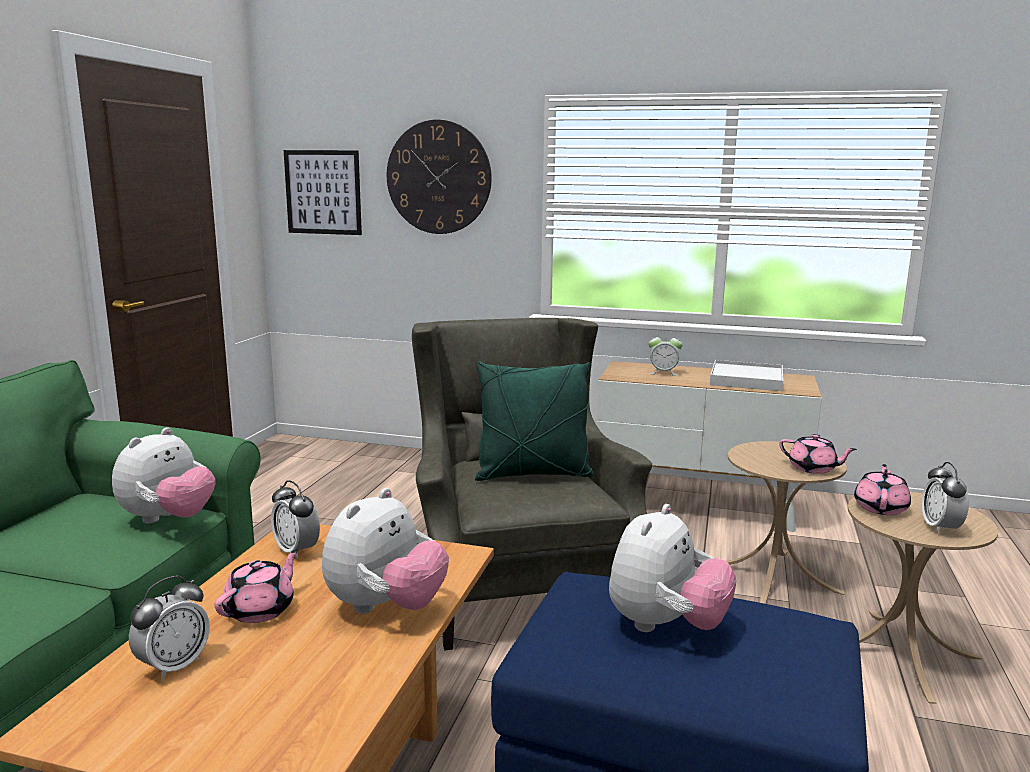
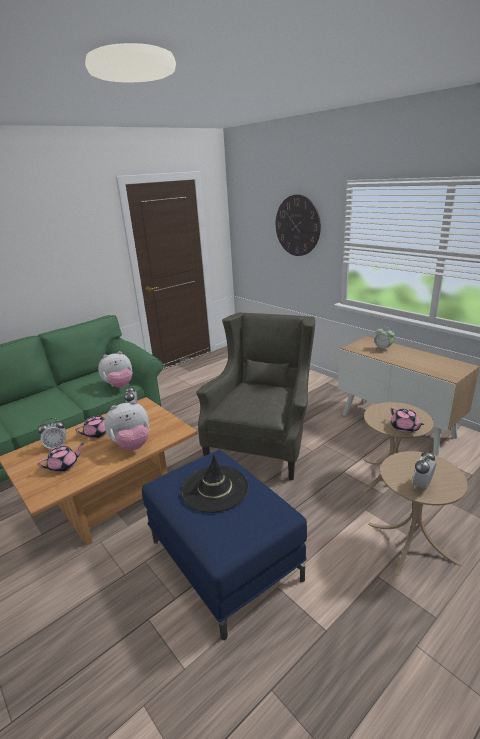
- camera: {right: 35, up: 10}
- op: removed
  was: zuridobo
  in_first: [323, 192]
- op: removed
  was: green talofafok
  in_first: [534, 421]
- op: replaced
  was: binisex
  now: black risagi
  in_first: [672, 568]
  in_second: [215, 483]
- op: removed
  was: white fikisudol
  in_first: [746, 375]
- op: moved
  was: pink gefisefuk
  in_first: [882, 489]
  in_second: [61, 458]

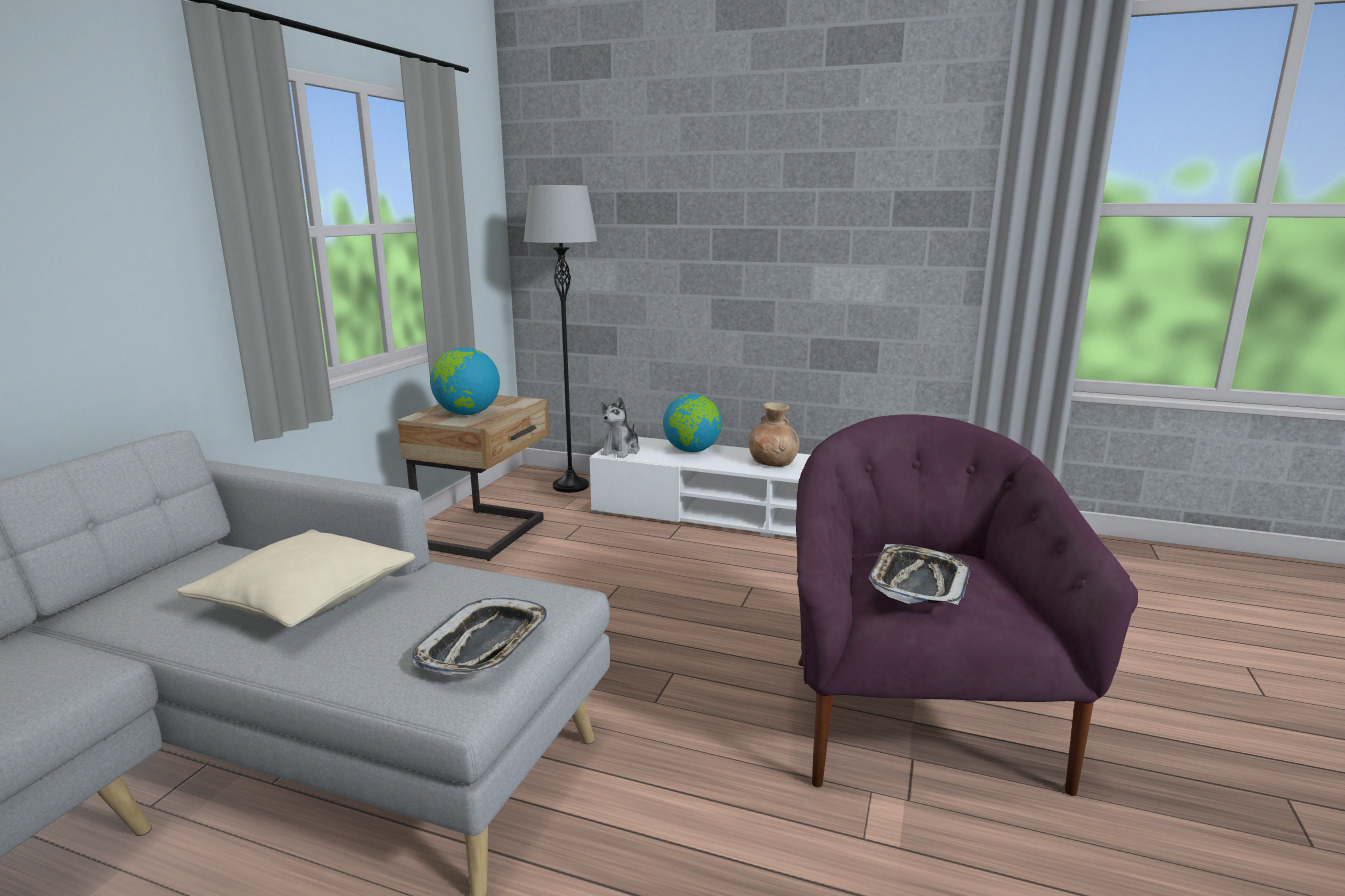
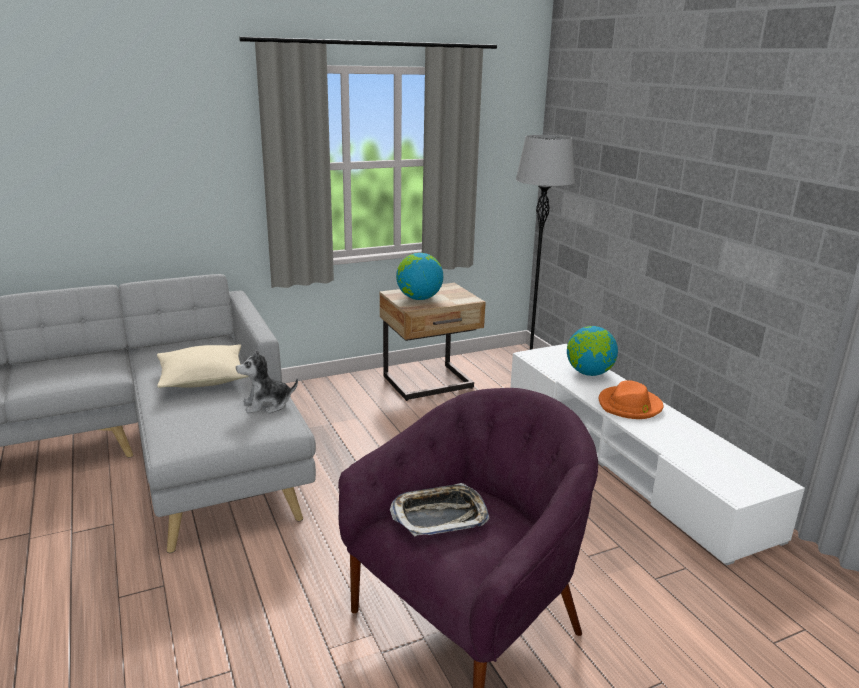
- camera: {right: 45, up: 5}
- op: removed
  was: fikisudol
  in_first: [480, 636]
- op: moved
  was: binisex
  in_first: [620, 427]
  in_second: [267, 382]
- op: replaced
  was: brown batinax
  now: orange risagi
  in_first: [774, 434]
  in_second: [631, 399]

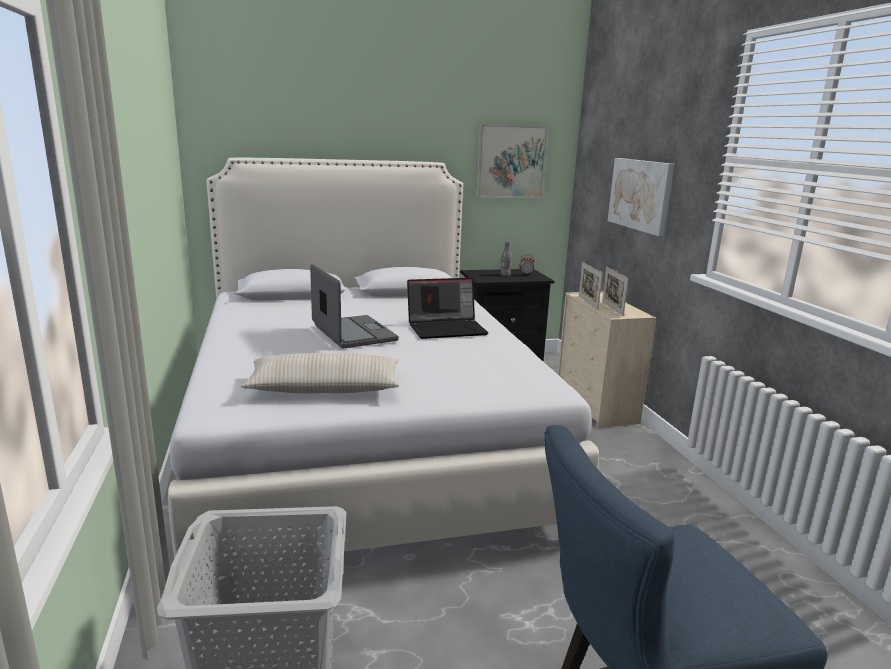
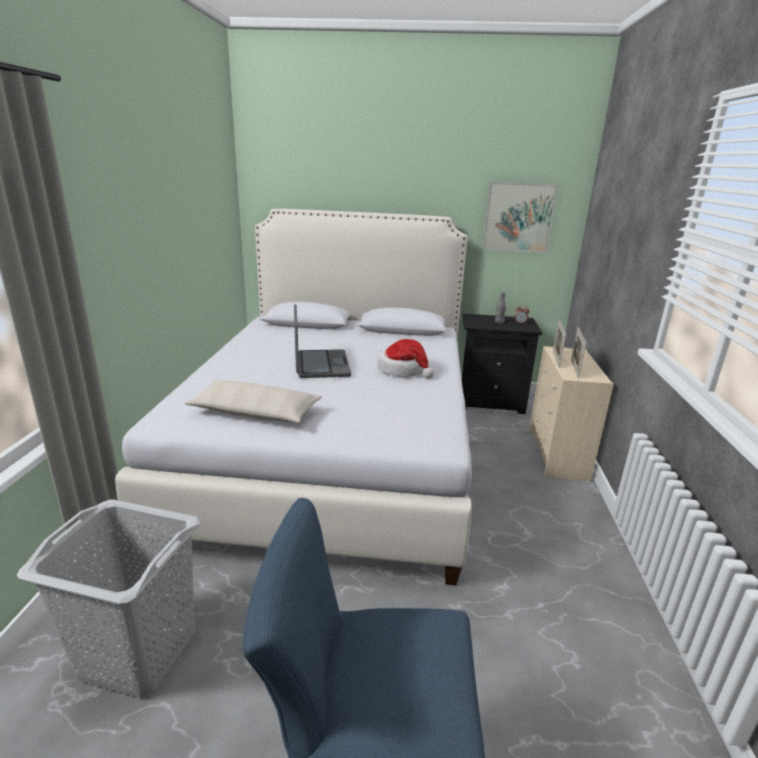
- camera: {right: 20, up: 5}
- op: replaced
  was: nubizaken
  now: risagi
  in_first: [447, 308]
  in_second: [405, 359]
- op: removed
  was: zuridobo
  in_first: [641, 197]

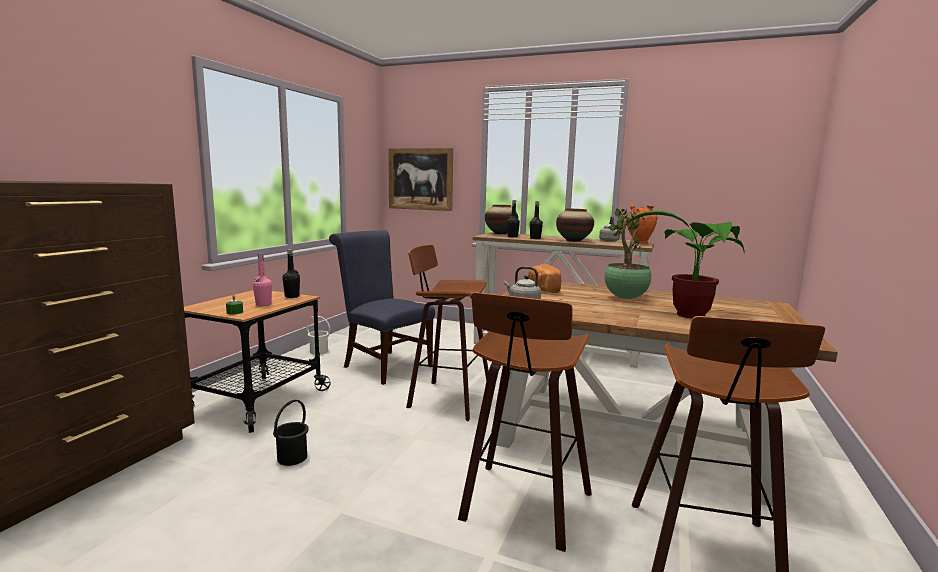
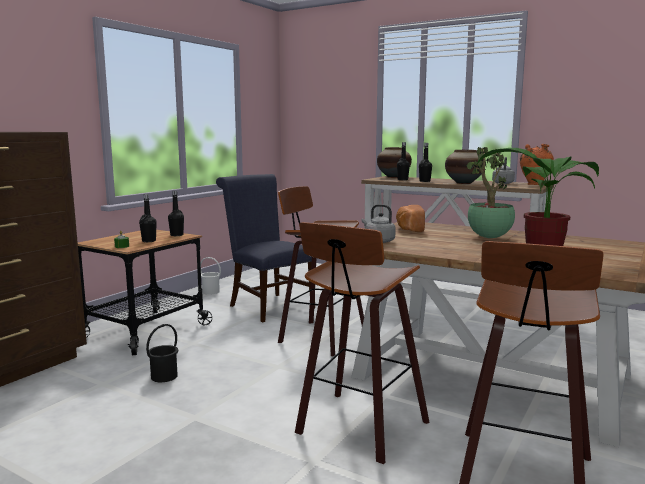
- camera: {right: 10, up: 0}
- op: recoloured
  was: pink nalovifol
  now: black nalovifol
  in_first: [262, 279]
  in_second: [147, 218]
- op: removed
  was: zuridobo
  in_first: [420, 179]

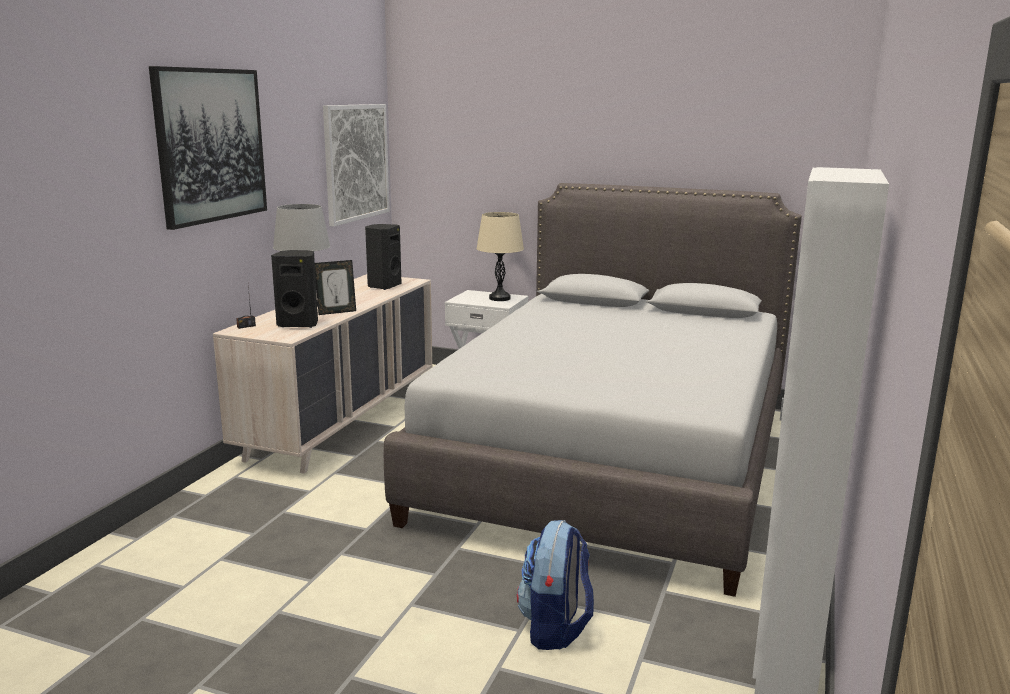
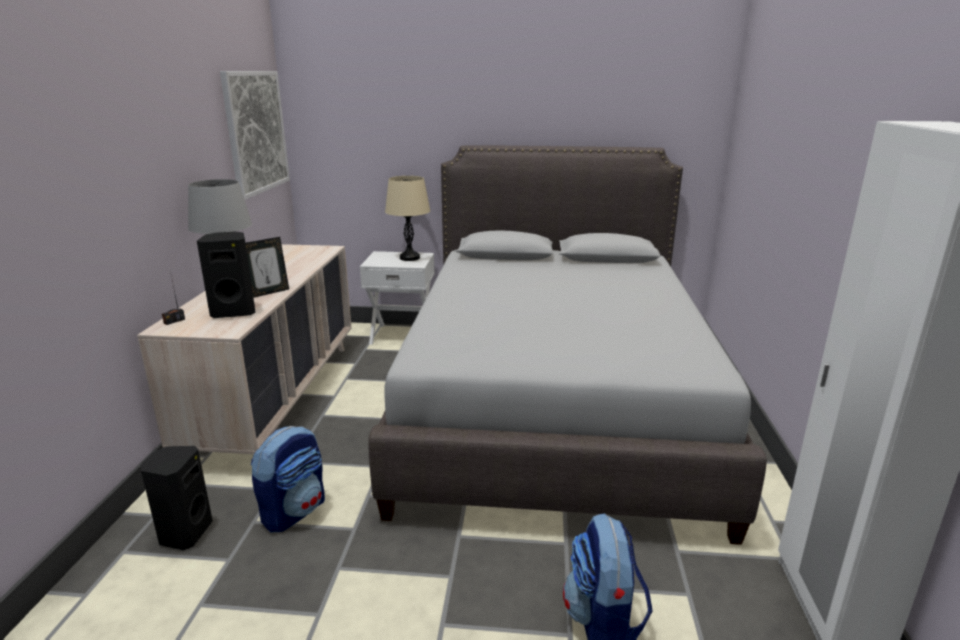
- camera: {right: -15, up: 5}
- op: removed
  was: zuridobo
  in_first: [208, 148]
- op: moved
  was: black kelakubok
  in_first: [383, 257]
  in_second: [177, 498]
- op: added
  now: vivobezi
  in_second: [288, 479]

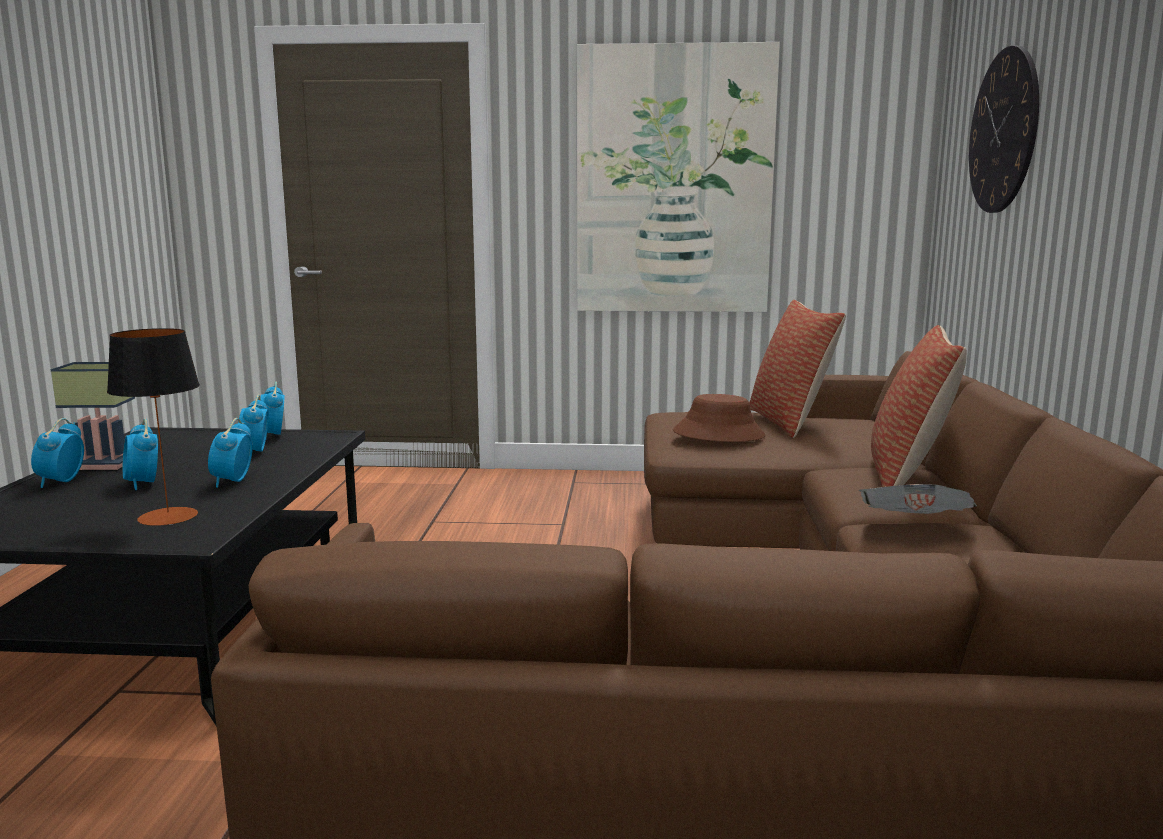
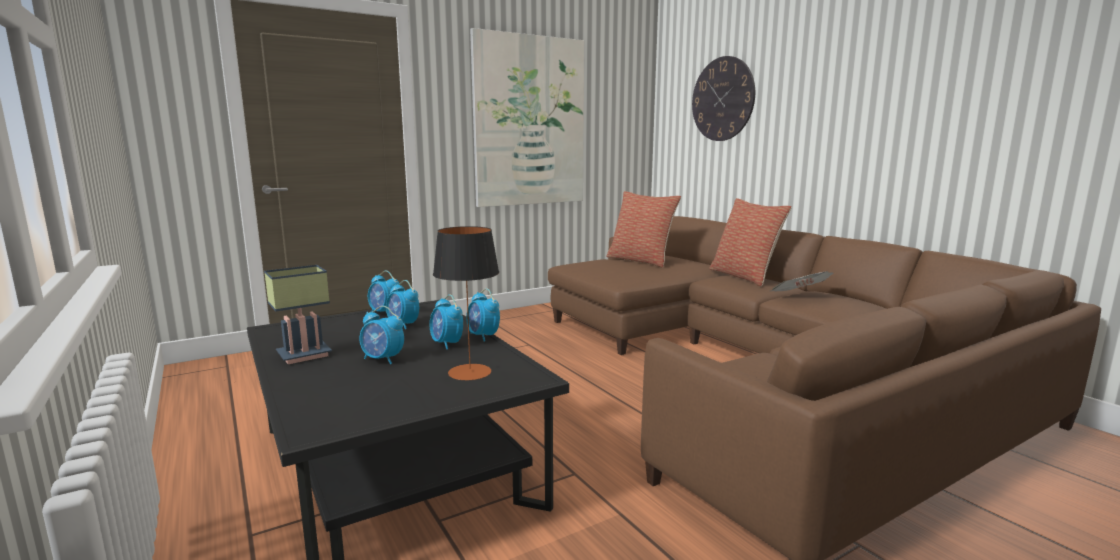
- camera: {right: -35, up: 0}
- op: moved
  was: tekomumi
  in_first: [57, 453]
  in_second: [483, 314]
- op: removed
  was: brown risagi
  in_first: [719, 418]

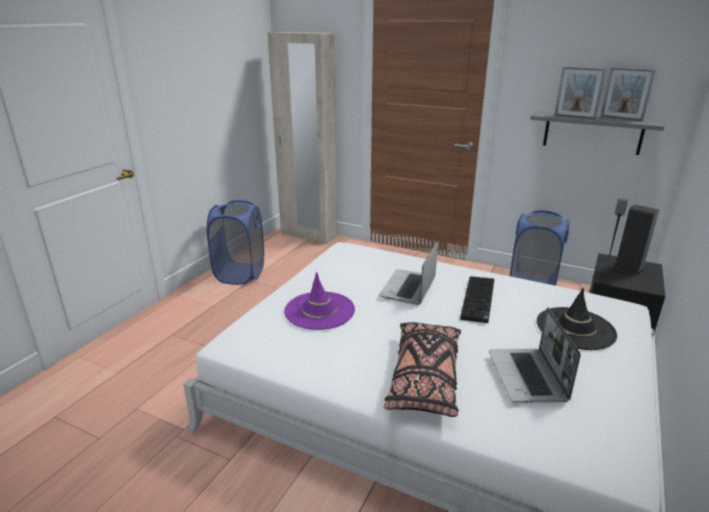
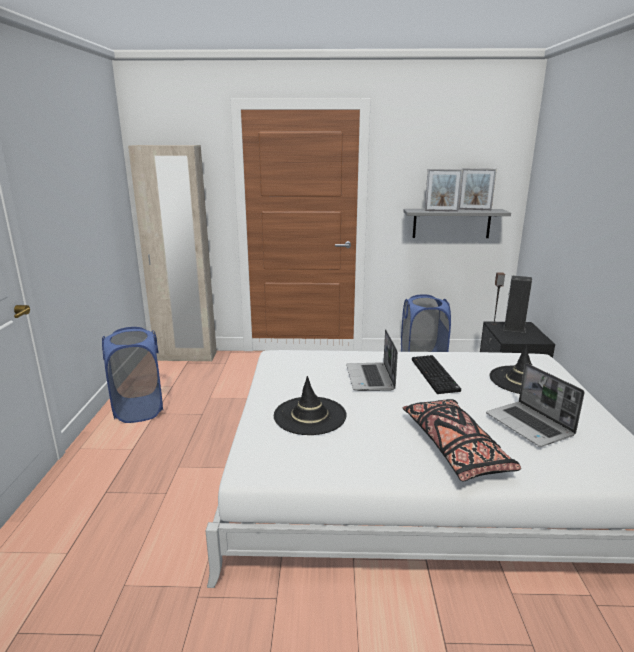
- camera: {right: -25, up: -5}
- op: recoloured
  was: purple risagi
  now: black risagi
  in_first: [319, 301]
  in_second: [310, 405]

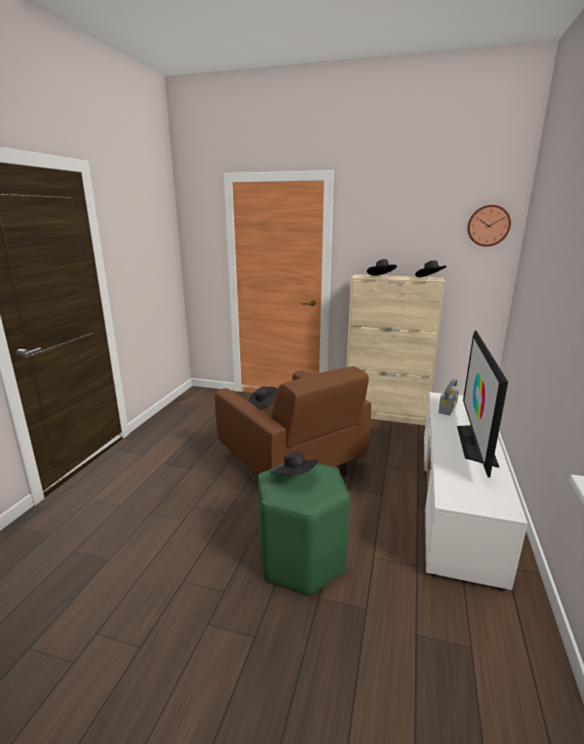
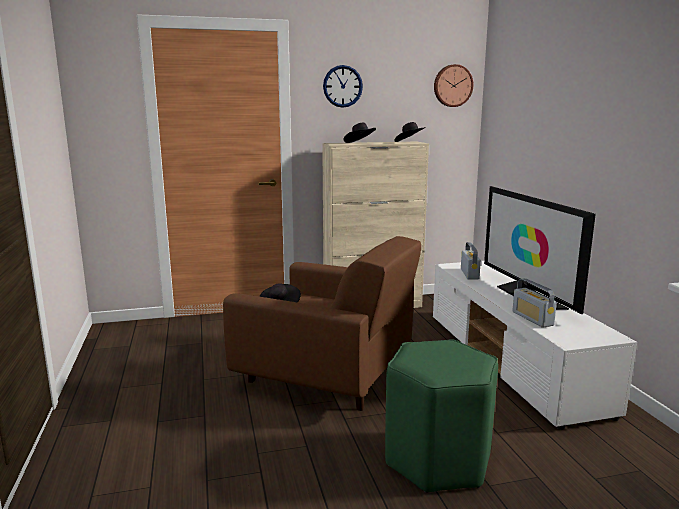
- camera: {right: -30, up: -5}
- op: removed
  was: black risagi
  in_first: [294, 463]
- op: added
  now: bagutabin
  in_second: [343, 86]
- op: added
  now: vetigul
  in_second: [534, 303]

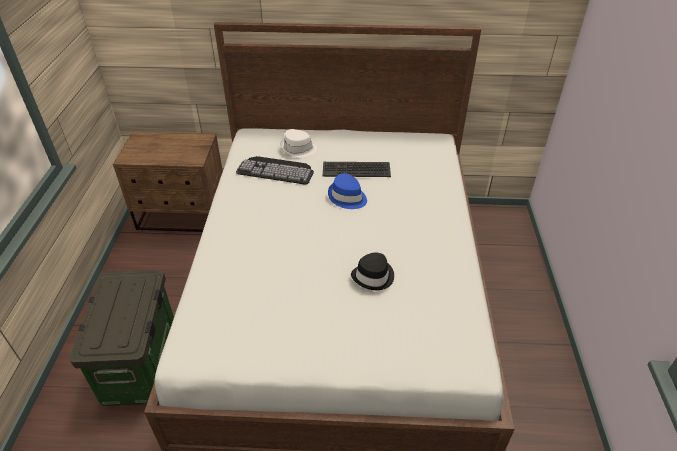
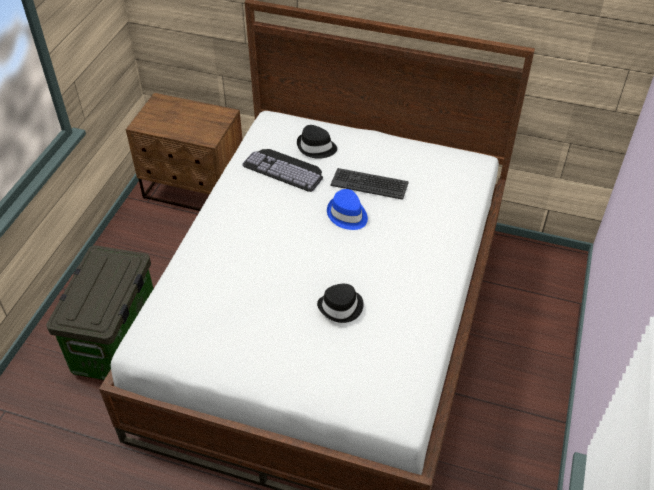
- camera: {right: 15, up: 5}
- op: recoloured
  was: white risagi
  now: black risagi
  in_first: [298, 143]
  in_second: [317, 142]

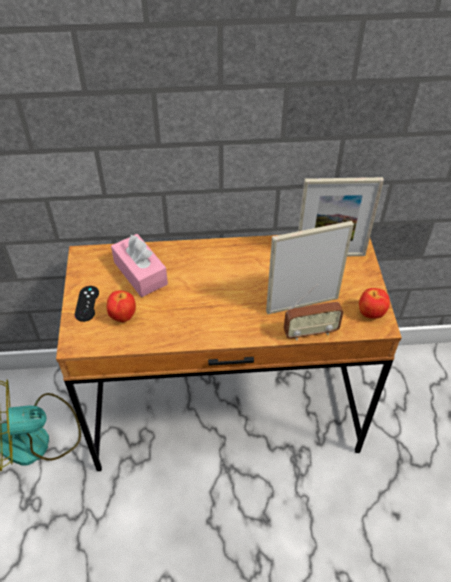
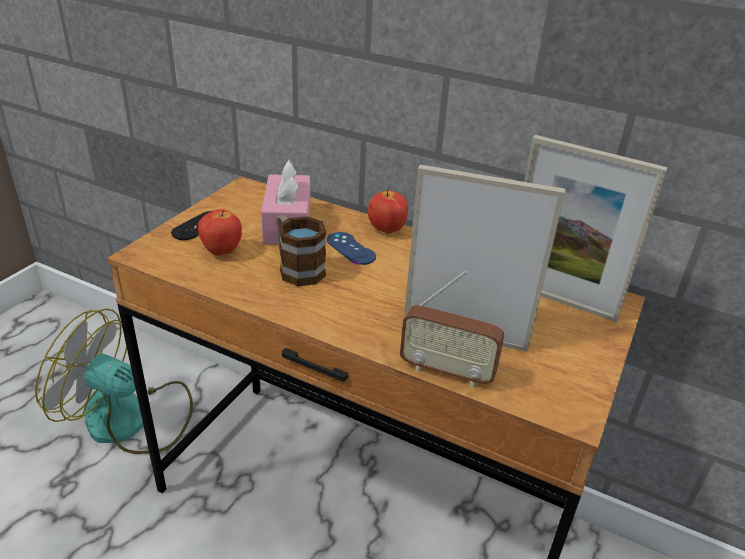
- camera: {right: 30, up: -15}
- op: moved
  was: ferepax
  in_first: [374, 303]
  in_second: [388, 211]
- op: added
  now: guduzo
  in_second: [301, 250]
- op: added
  now: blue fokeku
  in_second: [351, 248]

